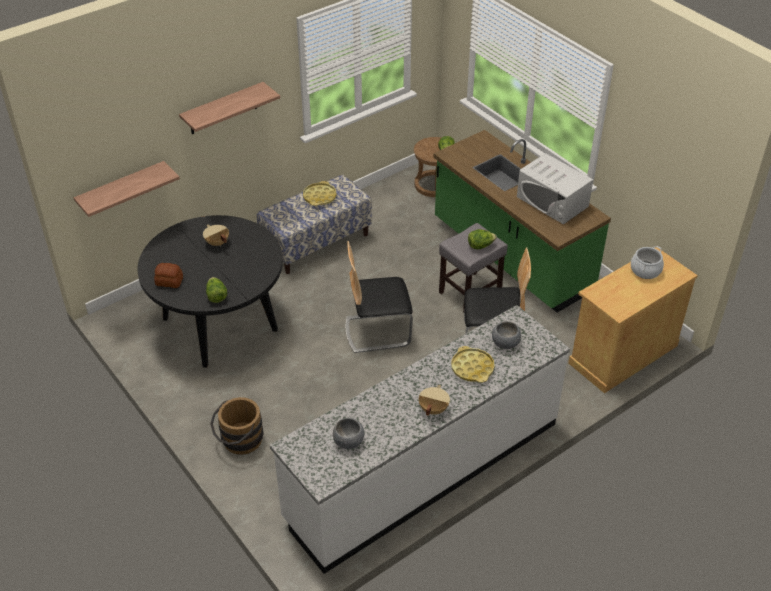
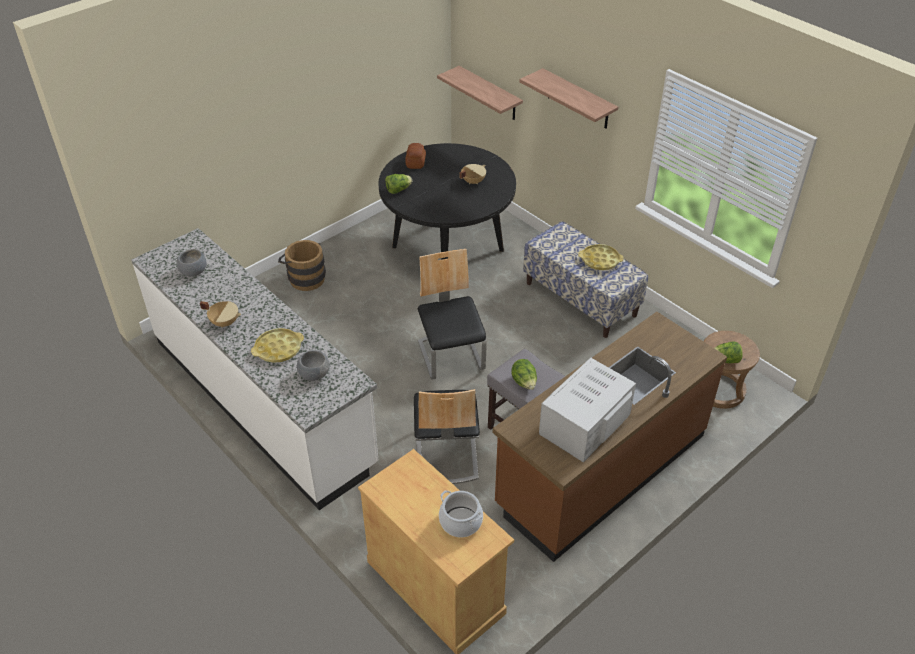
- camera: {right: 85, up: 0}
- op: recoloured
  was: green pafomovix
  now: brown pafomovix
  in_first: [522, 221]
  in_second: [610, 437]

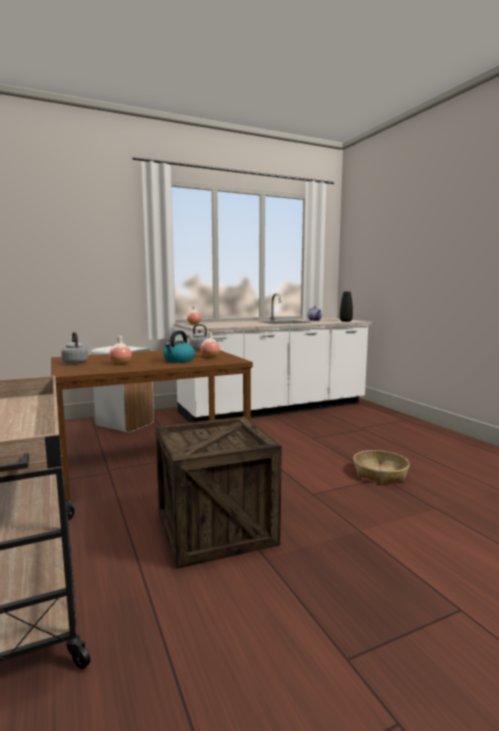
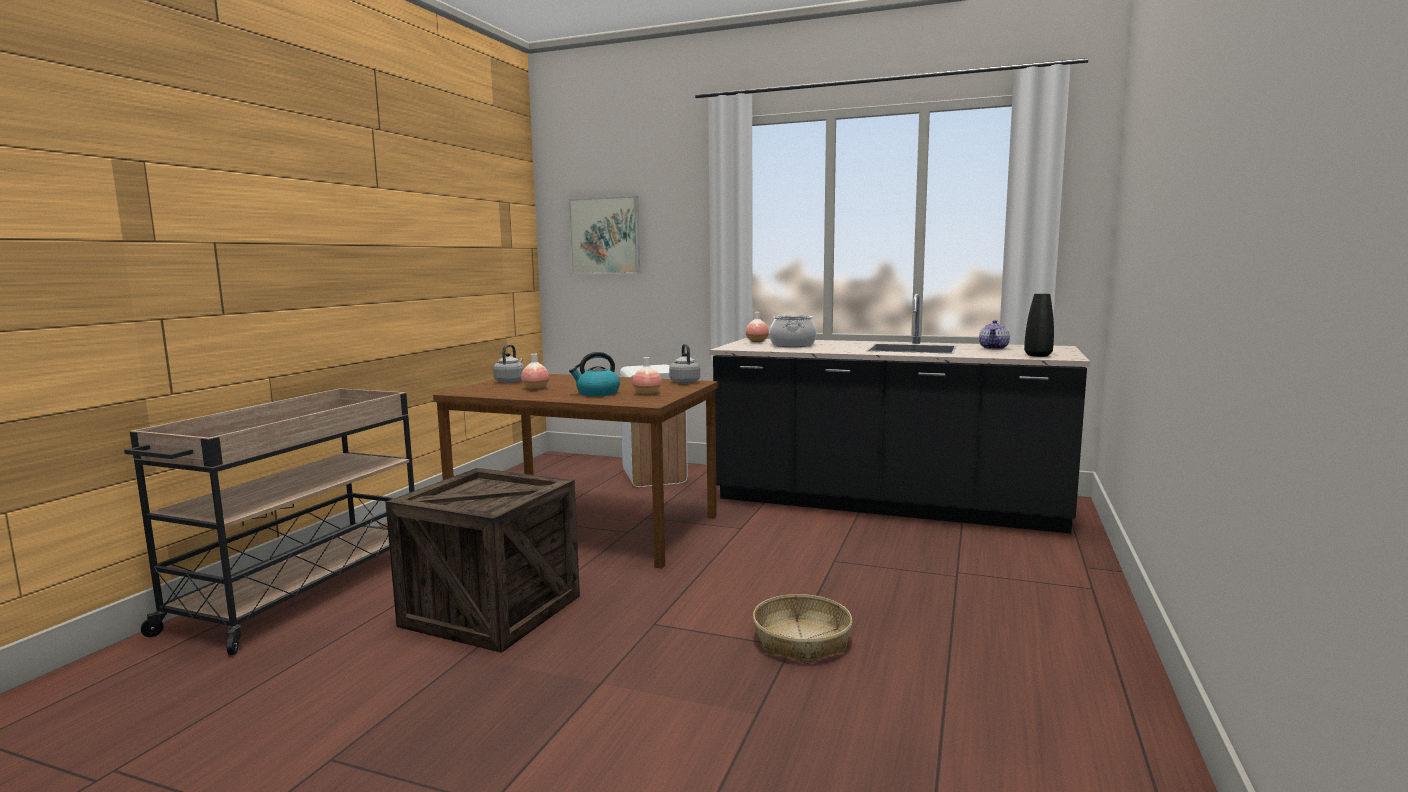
- camera: {right: 45, up: 0}
- op: recoloured
  was: white pafomovix
  now: black pafomovix
  in_first: [273, 357]
  in_second: [899, 414]
- op: added
  now: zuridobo
  in_second: [604, 235]
- op: added
  now: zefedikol
  in_second: [793, 331]

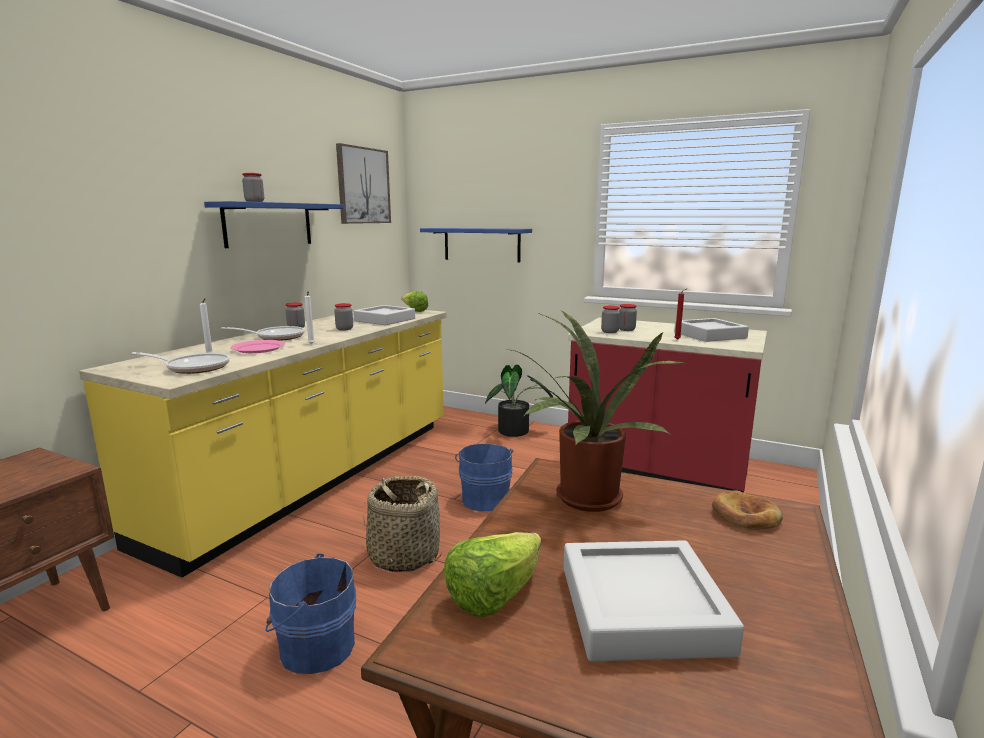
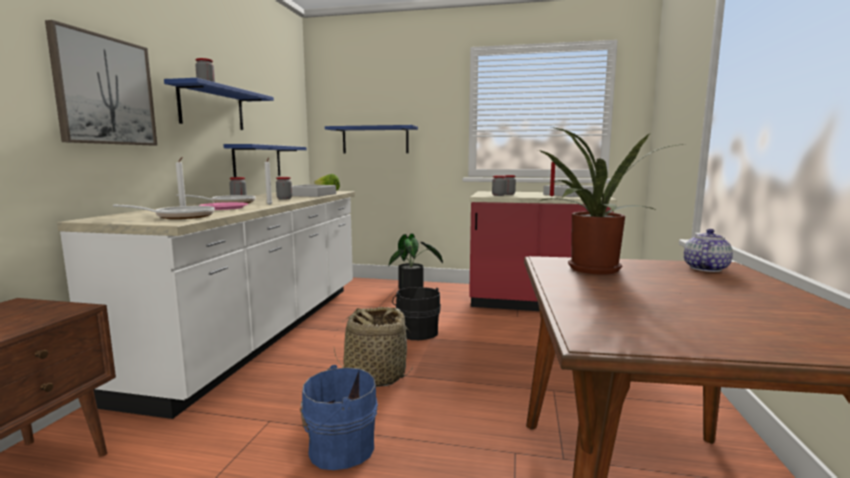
- camera: {right: -15, up: -5}
- op: recoloured
  was: yellow pafomovix
  now: white pafomovix
  in_first: [262, 442]
  in_second: [206, 305]
- op: moved
  was: zuridobo
  in_first: [363, 183]
  in_second: [101, 82]
- op: removed
  was: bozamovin
  in_first: [492, 574]
- op: recoloured
  was: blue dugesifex
  now: black dugesifex
  in_first: [484, 477]
  in_second: [416, 313]
- op: removed
  was: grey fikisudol
  in_first: [654, 600]
- op: replaced
  was: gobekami
  now: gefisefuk
  in_first: [747, 510]
  in_second: [708, 250]
- op: added
  now: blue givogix
  in_second: [265, 160]

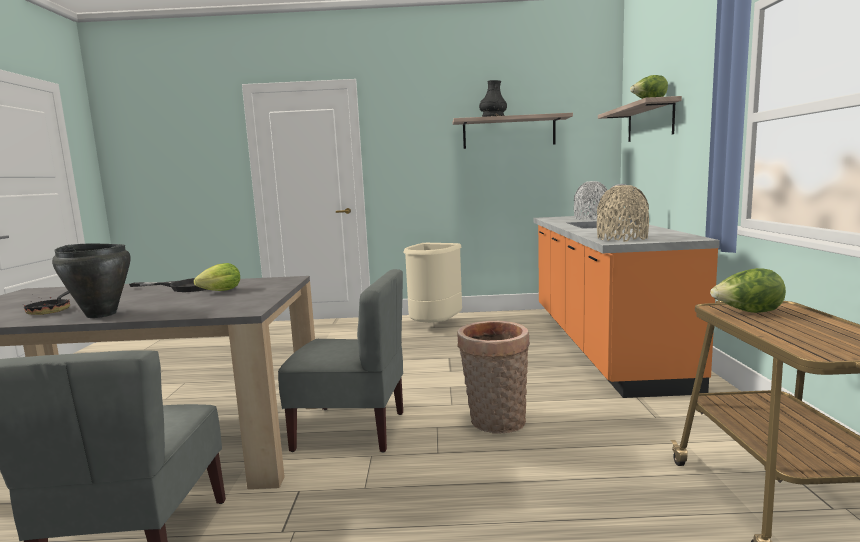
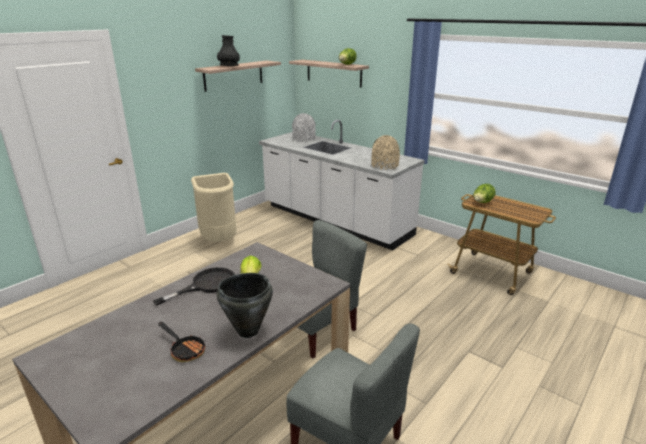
- camera: {right: -50, up: 15}
- op: removed
  was: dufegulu
  in_first: [493, 377]
- op: recoloured
  was: orange pafomovix
  now: white pafomovix
  in_first: [626, 291]
  in_second: [341, 185]

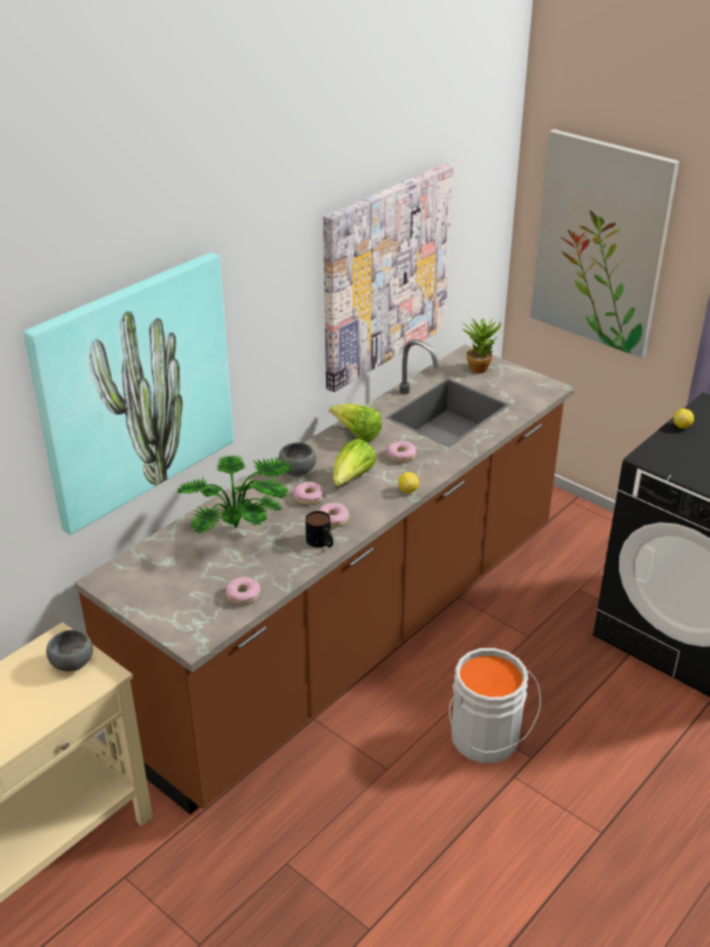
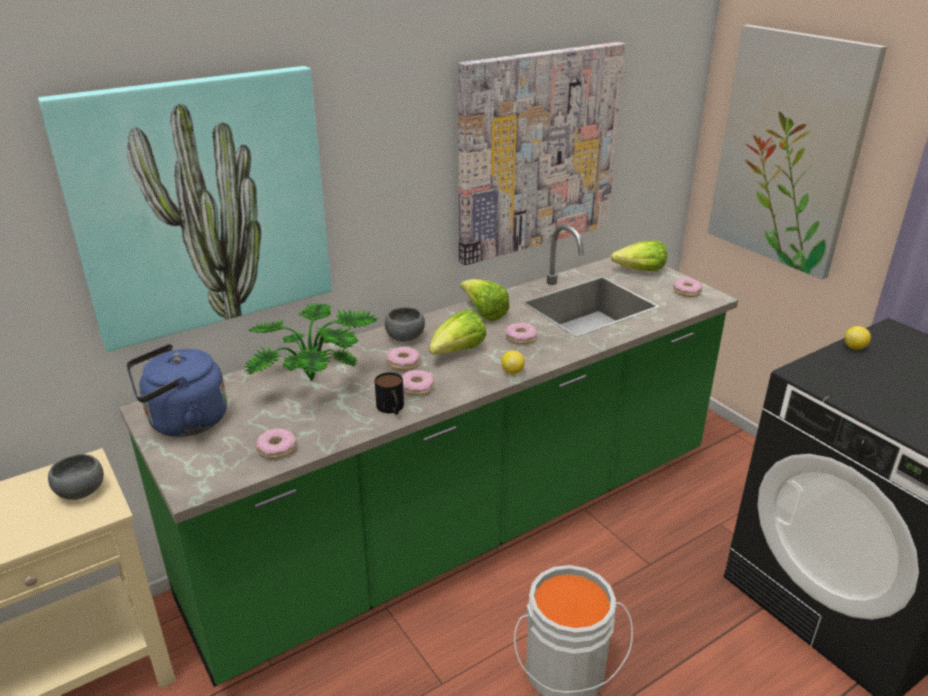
- camera: {right: 15, up: -5}
- op: recoloured
  was: brown pafomovix
  now: green pafomovix
  in_first: [324, 576]
  in_second: [428, 455]
- op: replaced
  was: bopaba
  now: bozamovin
  in_first: [482, 345]
  in_second: [639, 255]
- op: added
  now: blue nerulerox
  in_second: [176, 390]
- op: added
  now: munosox
  in_second: [687, 287]

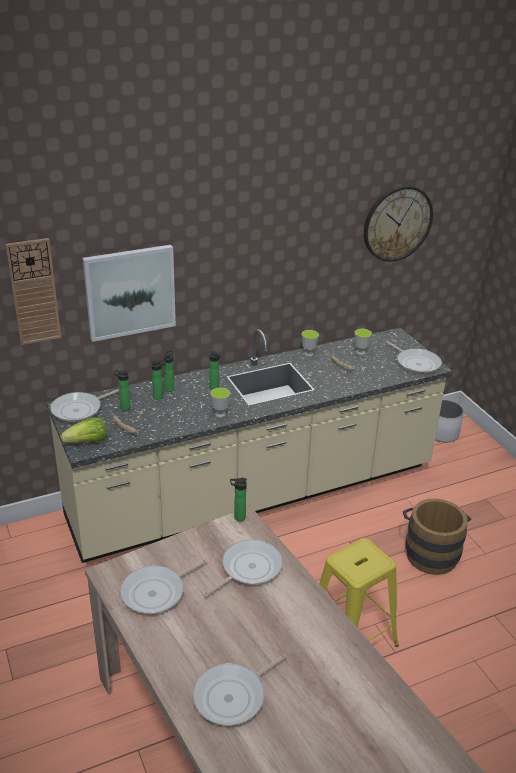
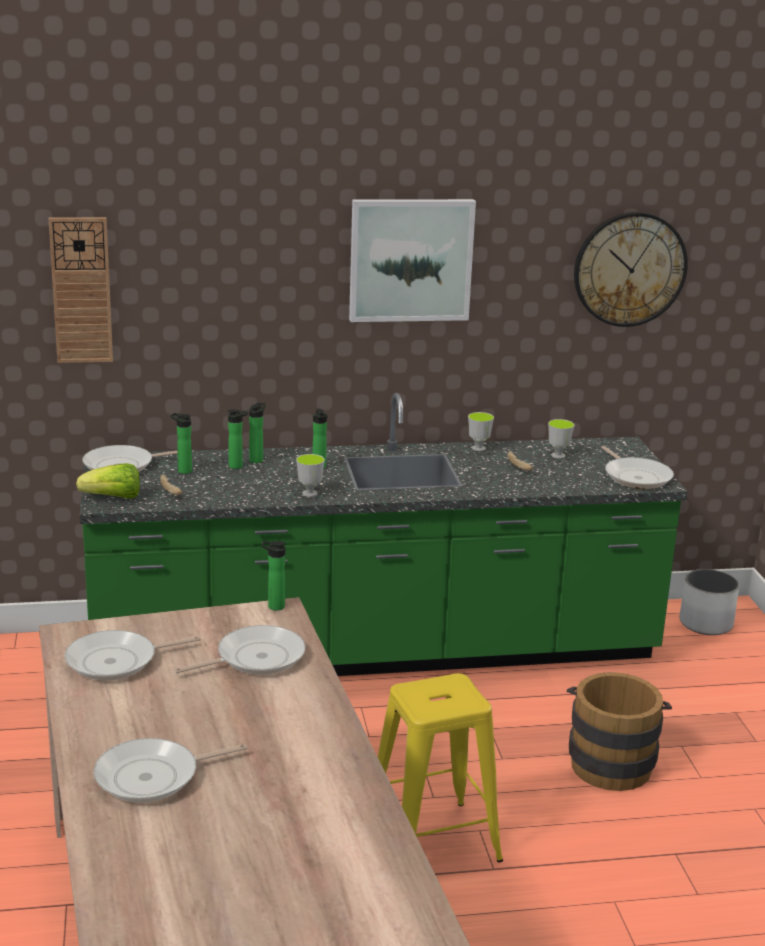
- camera: {right: 15, up: -10}
- op: recoloured
  was: beige pafomovix
  now: green pafomovix
  in_first: [249, 445]
  in_second: [384, 534]
- op: moved
  was: zuridobo
  in_first: [129, 293]
  in_second: [412, 260]

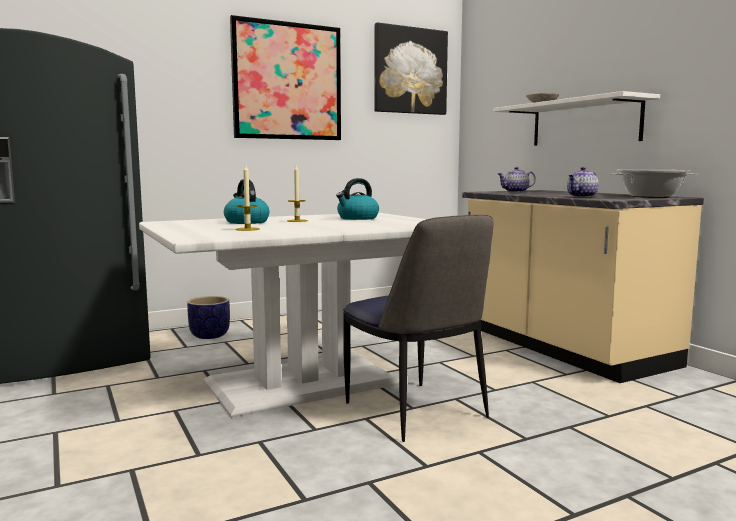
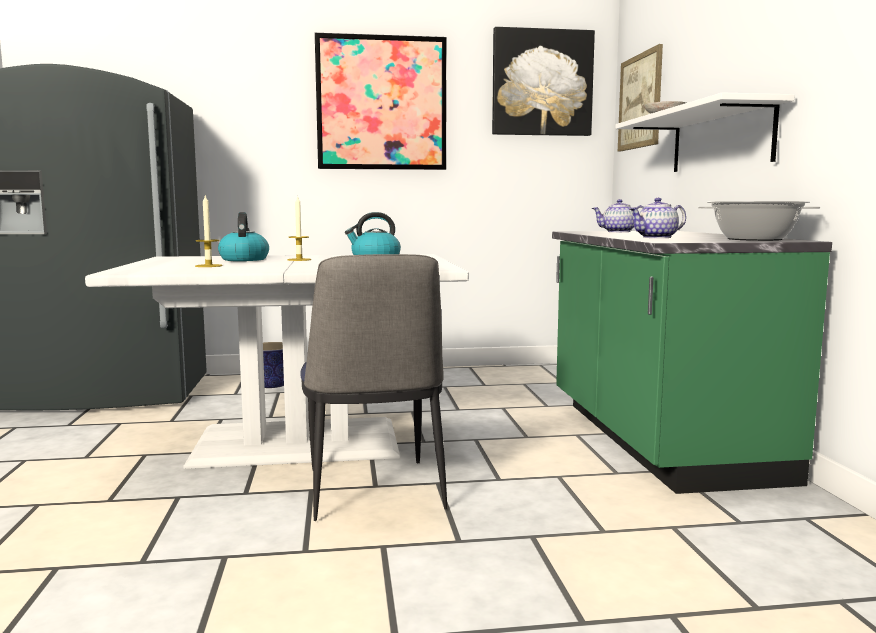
- camera: {right: 20, up: 0}
- op: recoloured
  was: beige pafomovix
  now: green pafomovix
  in_first: [583, 286]
  in_second: [692, 362]
- op: added
  now: zuridobo
  in_second: [640, 98]

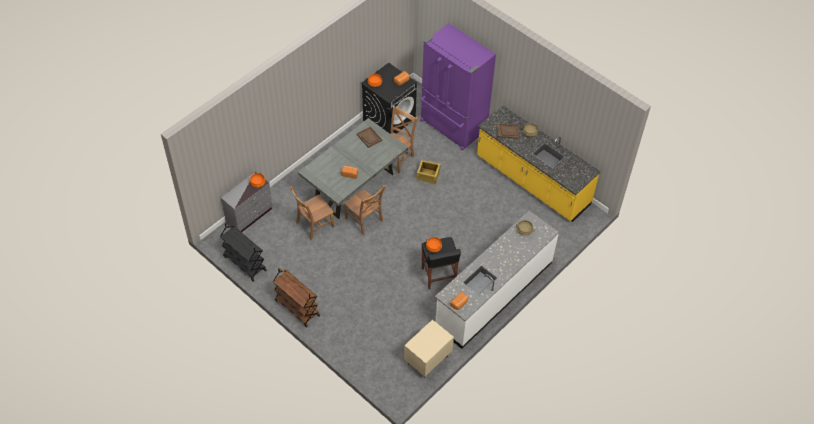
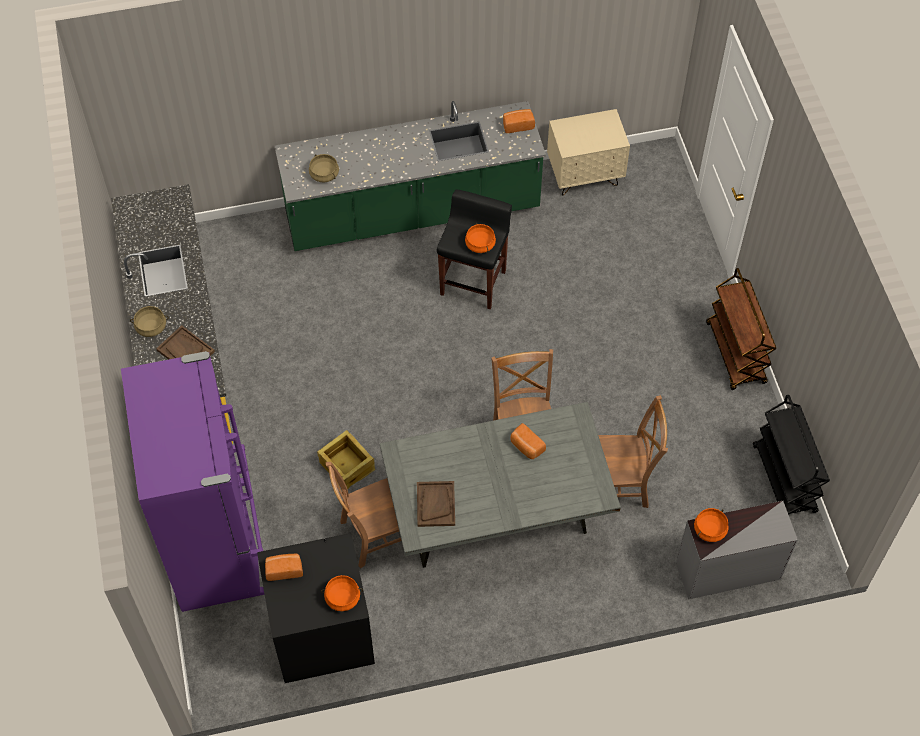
- camera: {right: -145, up: 5}
- op: recoloured
  was: white pafomovix
  now: green pafomovix
  in_first: [497, 280]
  in_second: [410, 176]

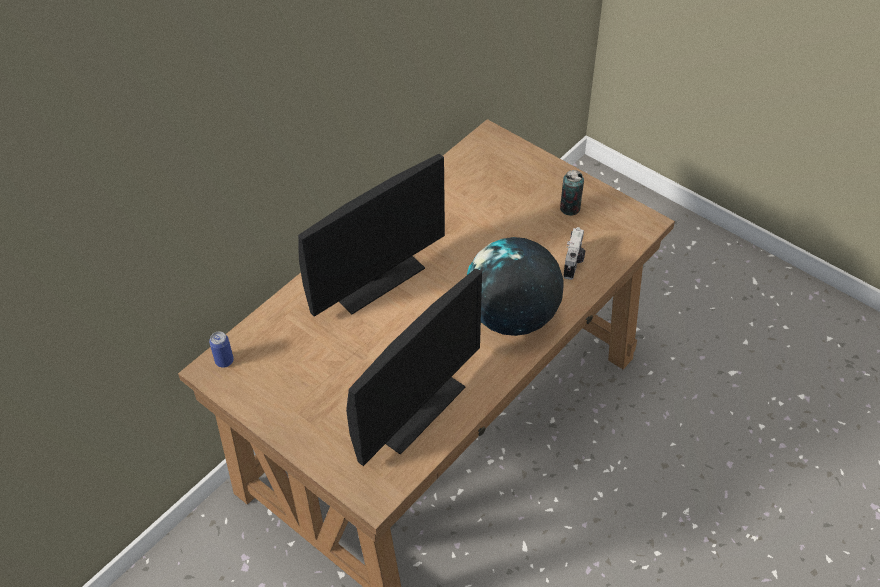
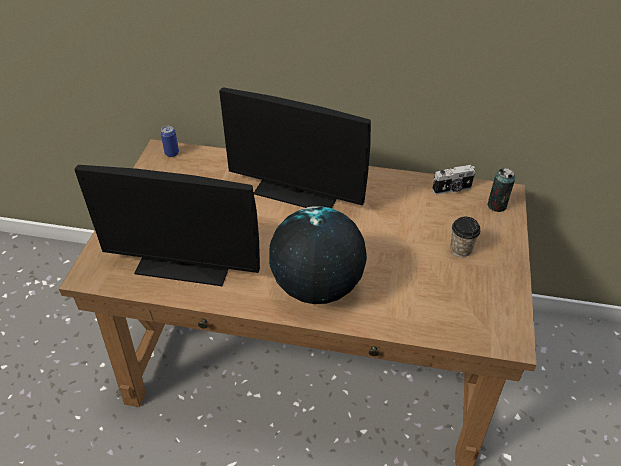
- camera: {right: 60, up: -5}
- op: moved
  was: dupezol
  in_first: [572, 193]
  in_second: [501, 190]
- op: moved
  was: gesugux
  in_first: [574, 253]
  in_second: [453, 180]
- op: added
  now: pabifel
  in_second: [465, 237]

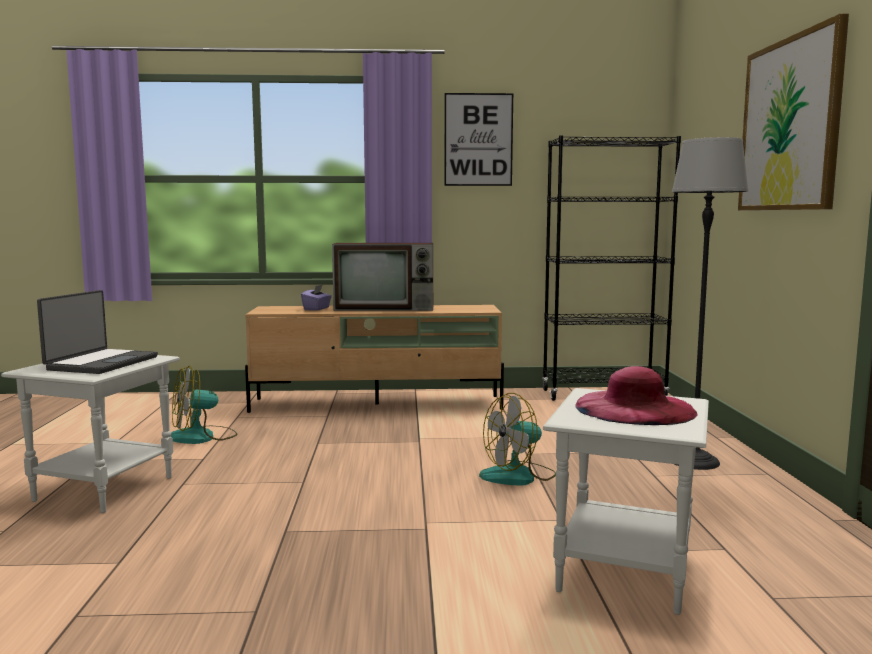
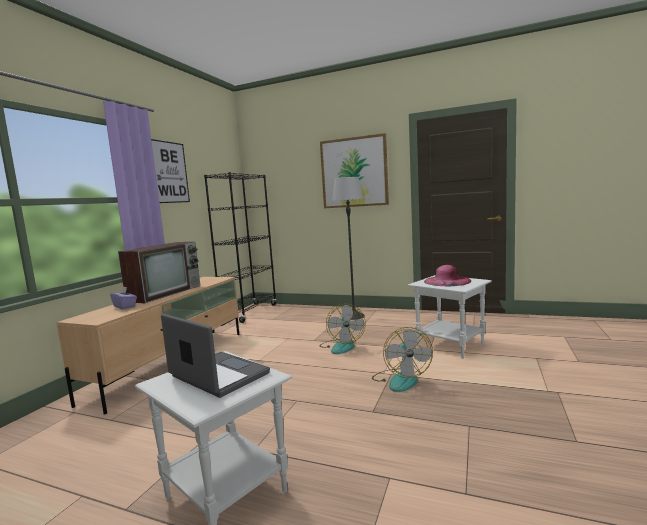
- camera: {right: -65, up: 0}
- op: moved
  was: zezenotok
  in_first: [204, 405]
  in_second: [402, 359]

